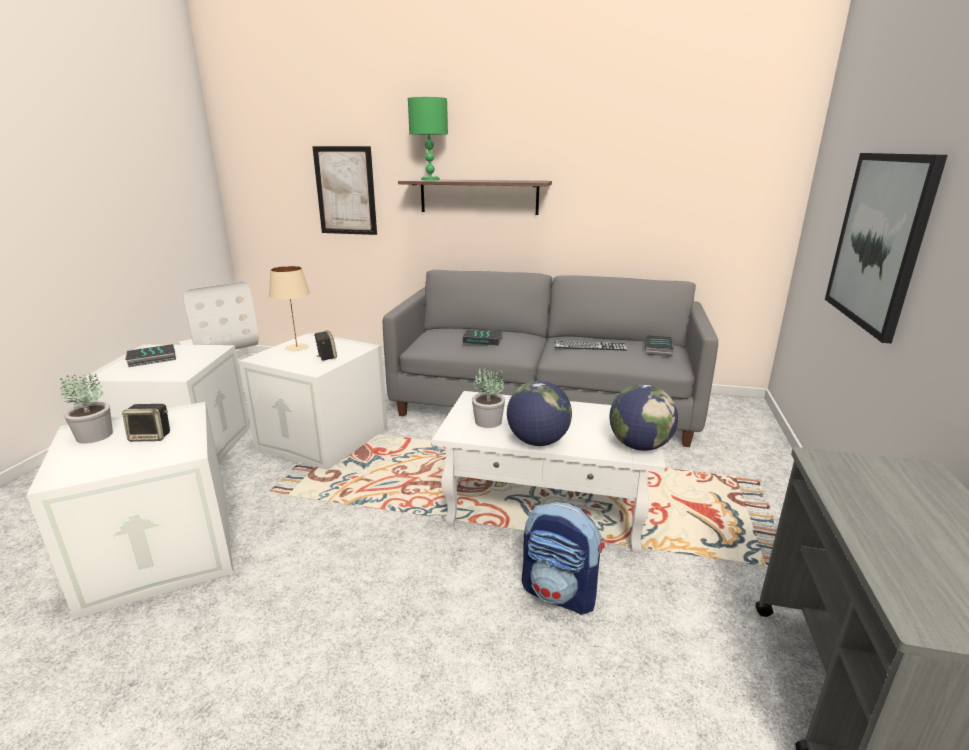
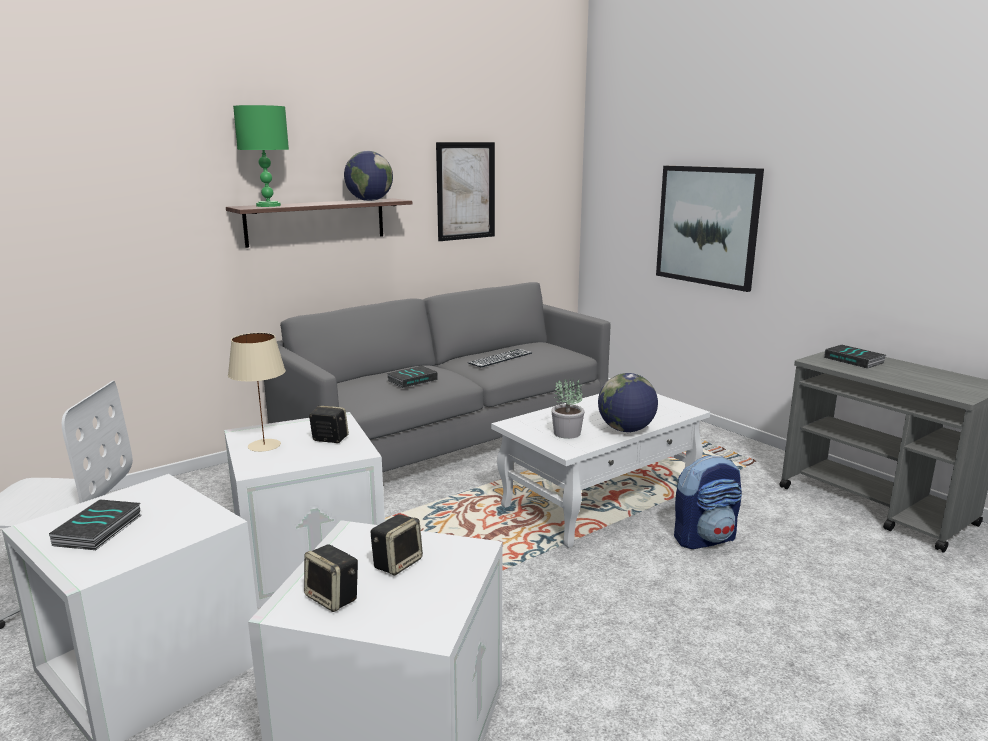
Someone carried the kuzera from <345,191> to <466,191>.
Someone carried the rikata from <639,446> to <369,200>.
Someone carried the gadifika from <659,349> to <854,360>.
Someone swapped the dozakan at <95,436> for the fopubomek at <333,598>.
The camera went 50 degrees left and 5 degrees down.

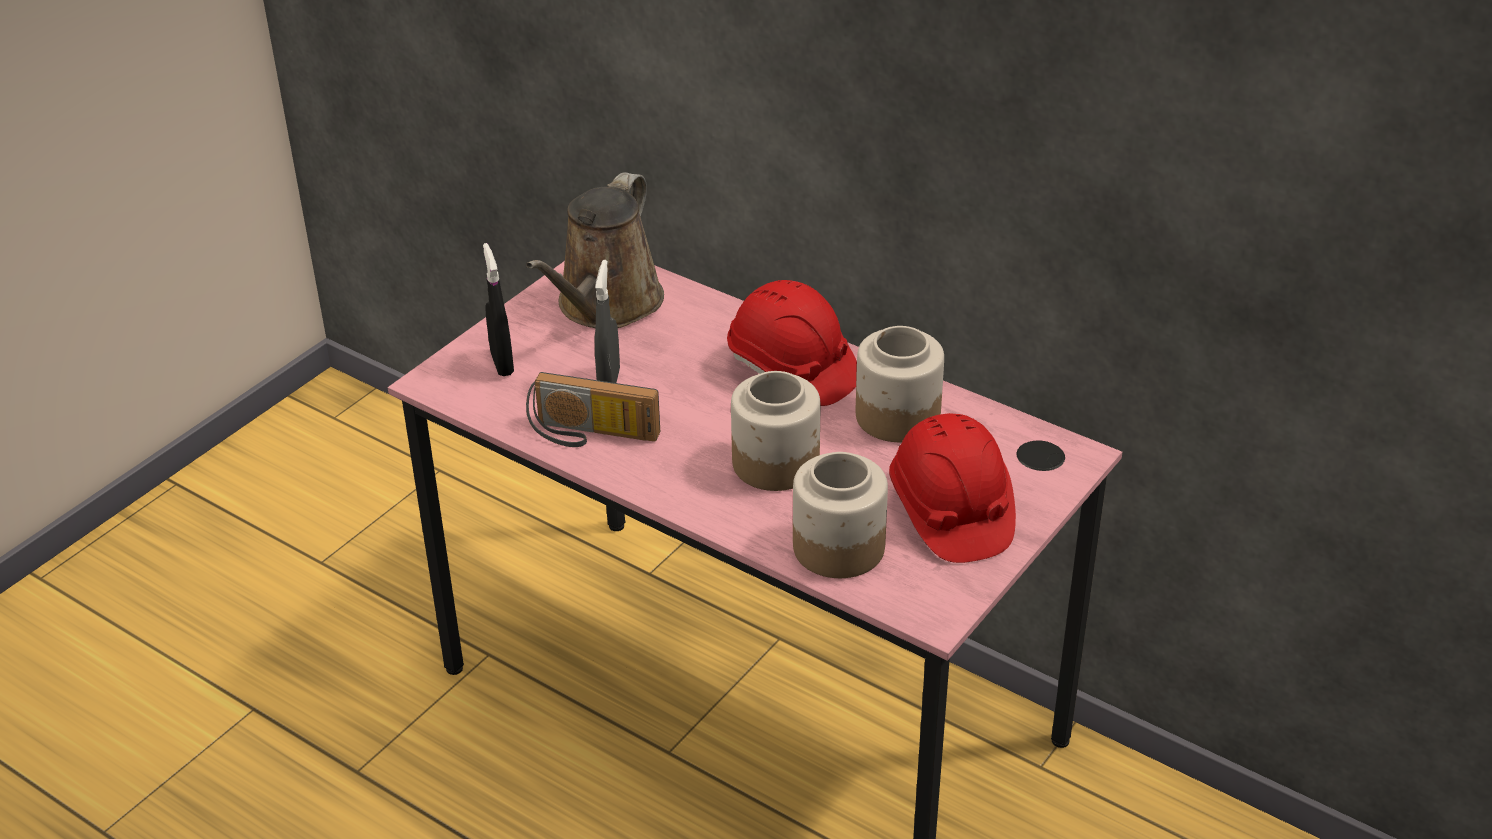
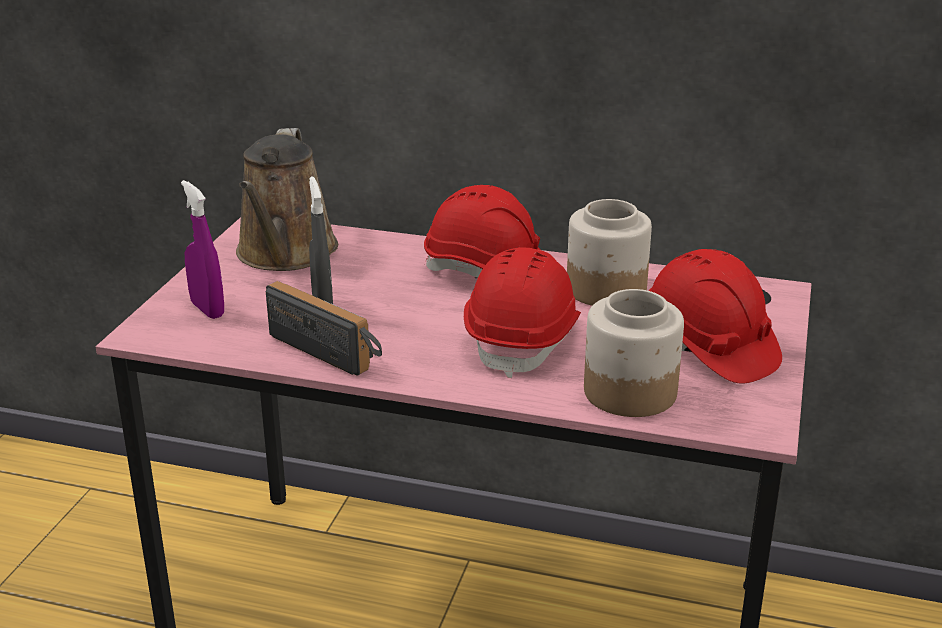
Someone swapped the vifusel at <777,463> for the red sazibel at <524,340>.
Someone repainted the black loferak at <502,363>, which became the purple loferak at <207,309>.
Someone rotated the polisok at <591,435> by 135 degrees counterclockwise.
The camera went 20 degrees left and 10 degrees down.

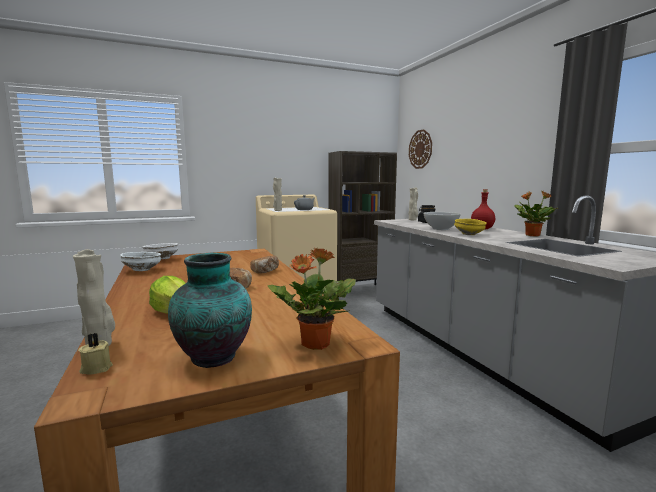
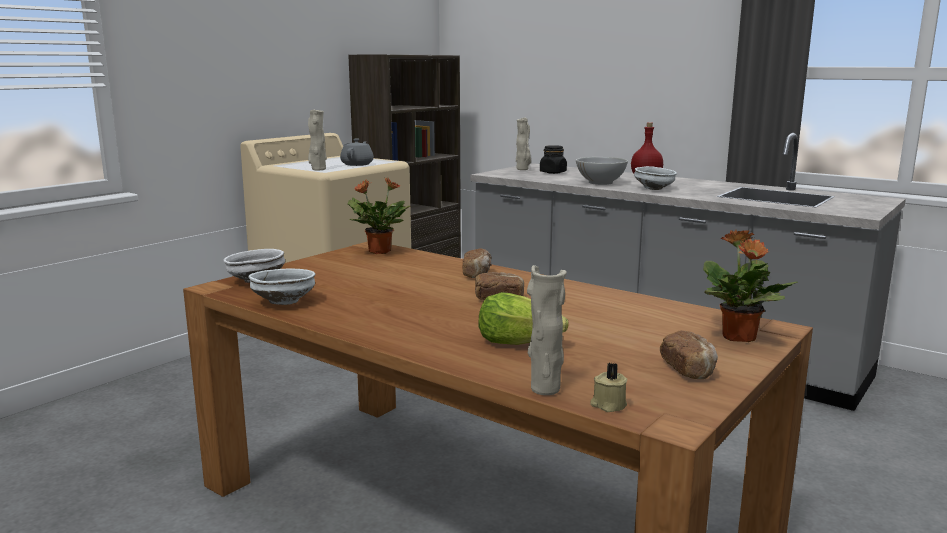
Someone took away the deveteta at <420,149>.
Someone carried the dozakan from <532,235> to <378,251>.
Someone swapped the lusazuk at <214,358> for the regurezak at <688,369>.
Someone repainted the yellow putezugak at <469,234>, which became the white putezugak at <654,189>.
The camera went 30 degrees left and 5 degrees up.

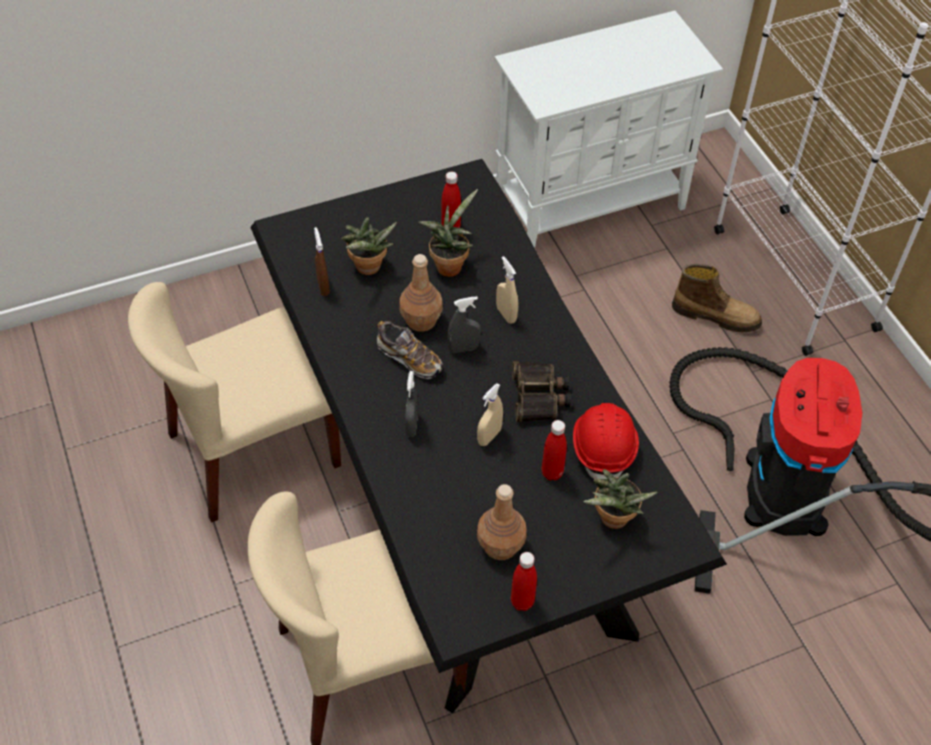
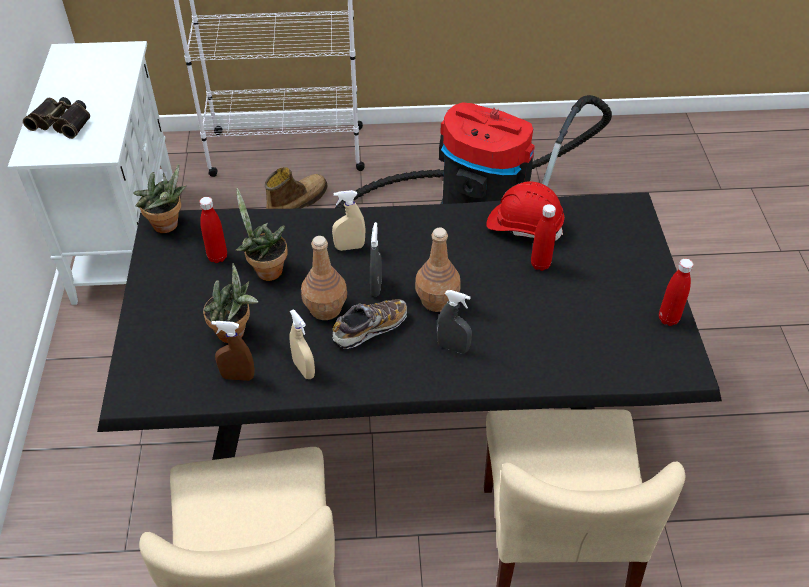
Someone carried the beige loferak from <489,436> to <304,369>.
Someone carried the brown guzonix from <500,545> to <437,301>.
Someone carried the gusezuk from <539,396> to <62,122>.
Someone carried the dozakan from <613,521> to <168,227>.
The camera went 70 degrees left and 5 degrees down.

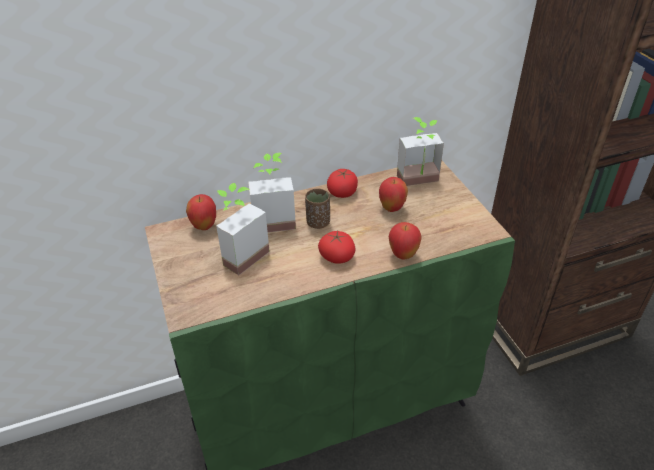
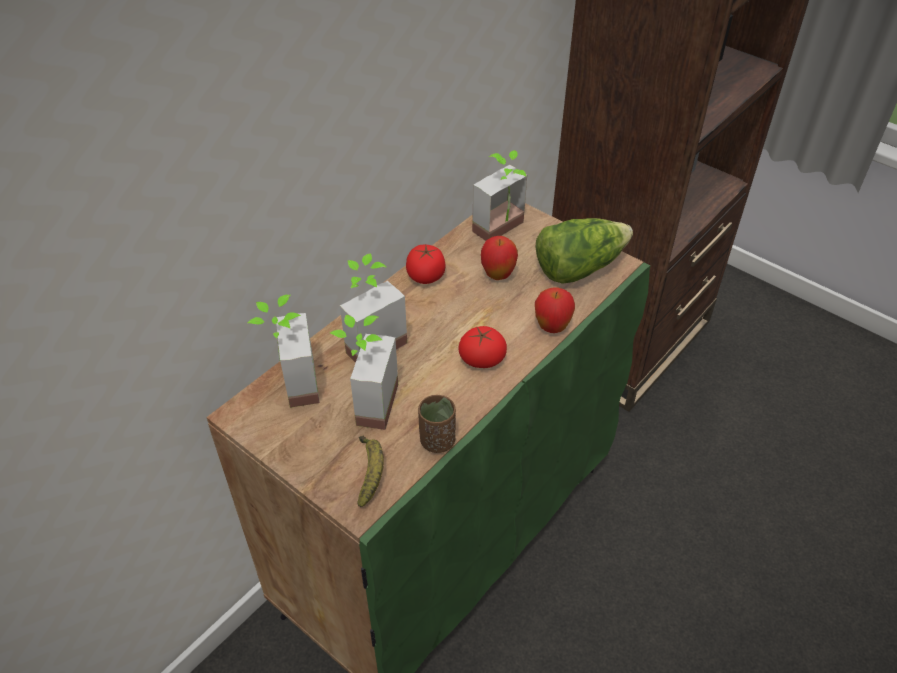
Someone put down the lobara at <370,473>.
Someone put down the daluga at <579,267>.
Someone carried the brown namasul from <318,222> to <437,440>.
Someone swapped the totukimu at <204,226> for the dozakan at <289,385>.
The camera went 30 degrees left and 5 degrees up.

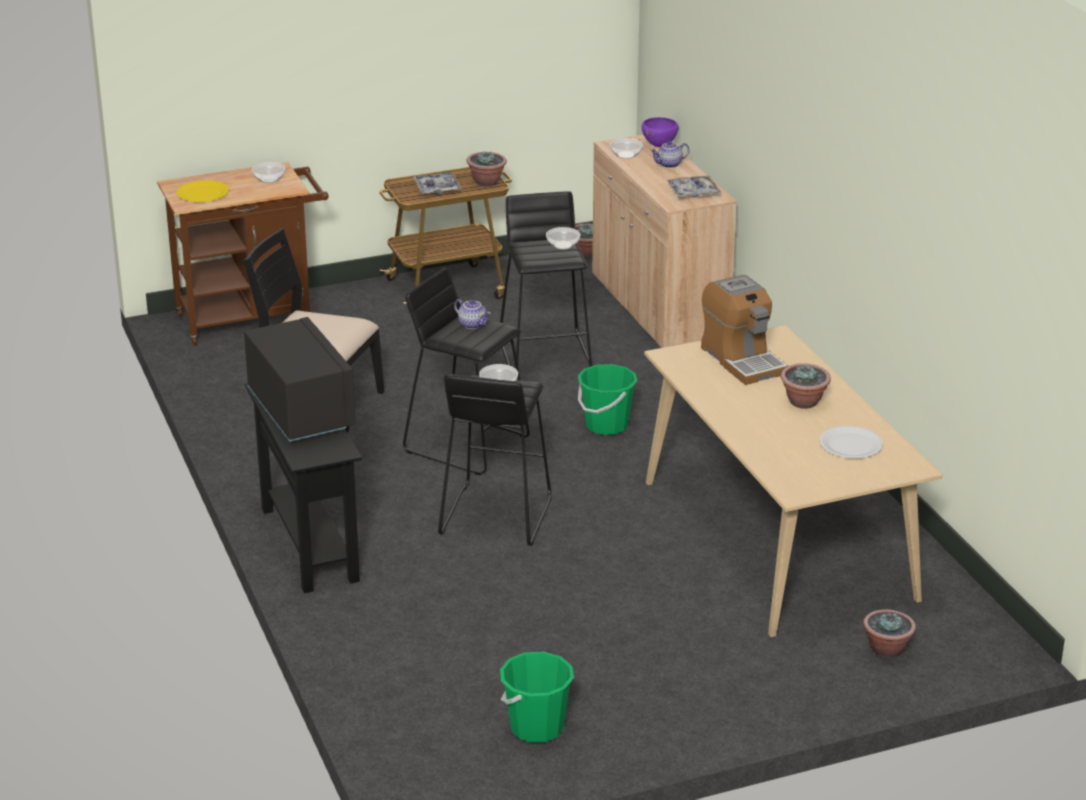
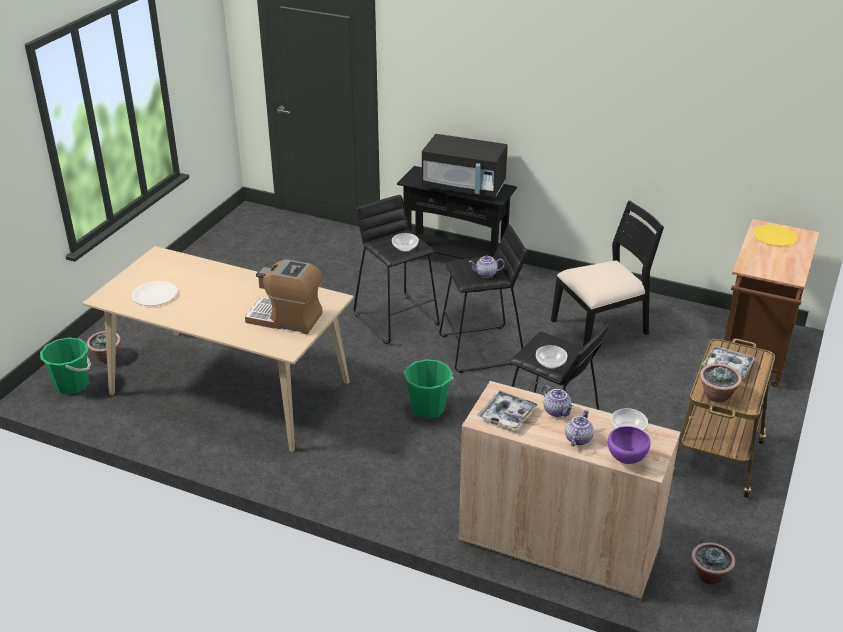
Someone took away the putezugak at <269,179>.
Someone took away the dozakan at <804,402>.
Someone put down the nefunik at <557,411>.
Someone carried the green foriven from <536,727> to <72,385>.
The camera went 135 degrees right and 5 degrees up.

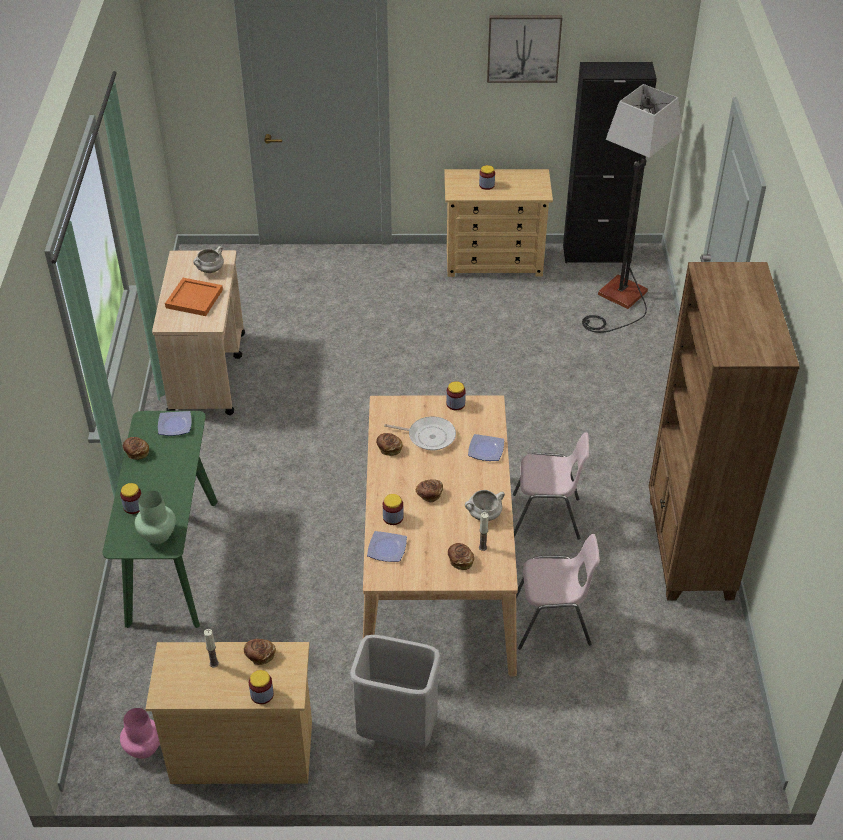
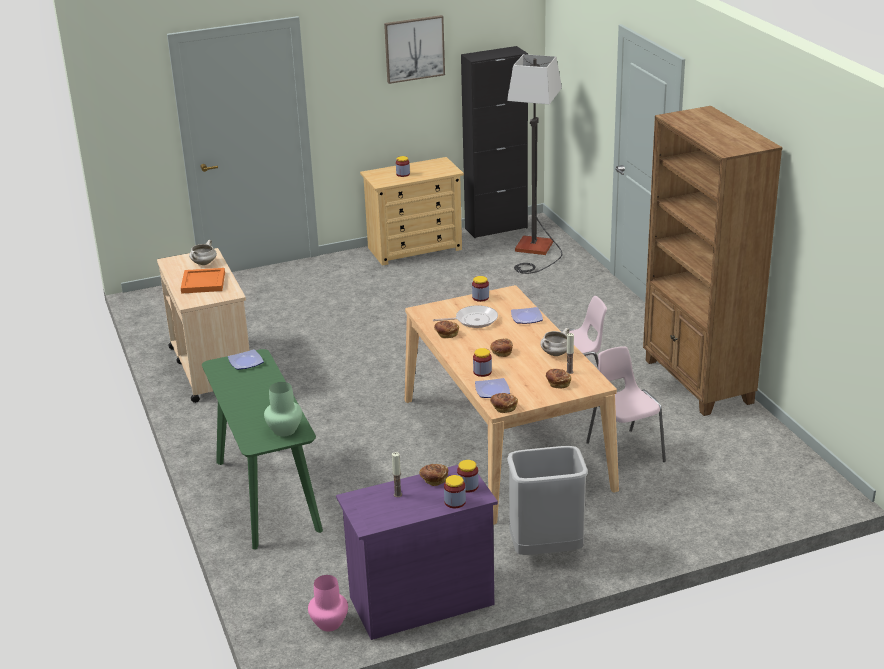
Someone carried the vifusel from <133,506> to <468,486>.
Someone carried the regurezak from <136,452> to <503,407>.
Someone repainted the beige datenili at <241,751>, which became the purple datenili at <420,601>.
Someone rotated the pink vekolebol at <552,623> by 90 degrees counterclockwise.
The camera went 20 degrees left and 15 degrees down.

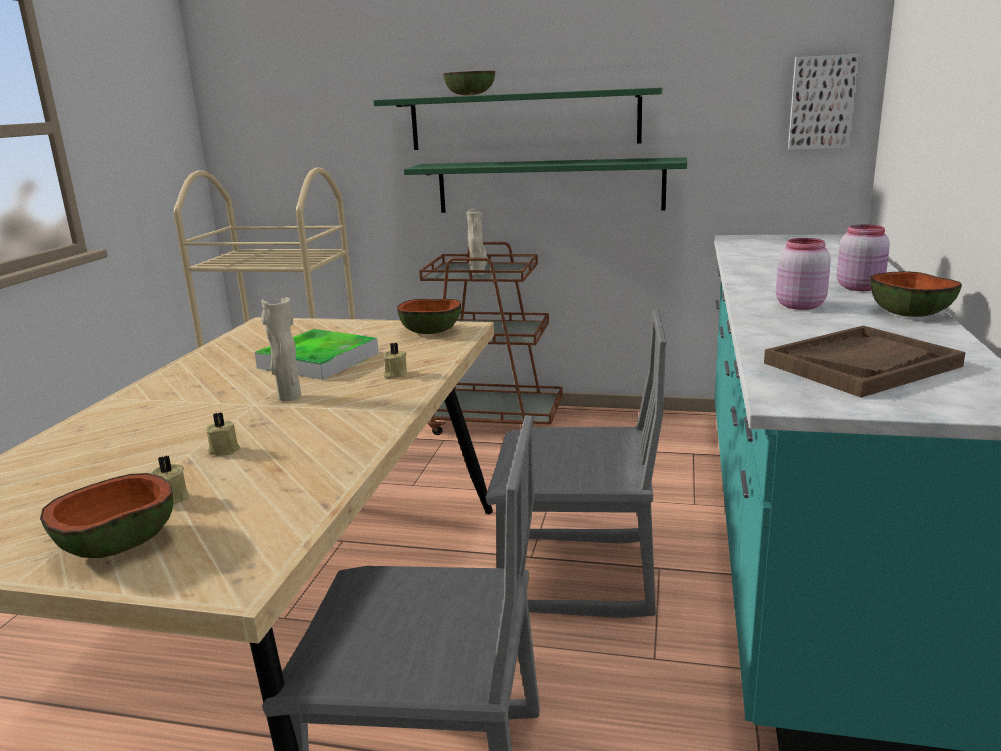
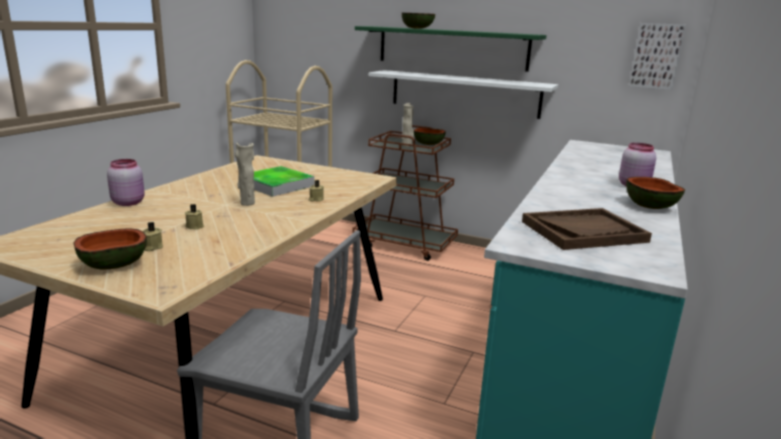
Someone took away the grey vekolebol at <578,576>.
Someone carried the putezugak from <431,331> to <429,144>.
Someone carried the pink vifusel from <799,305> to <128,202>.
Someone repainted the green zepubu at <549,186>, which became the white zepubu at <464,93>.
The camera went 10 degrees right and 0 degrees up.

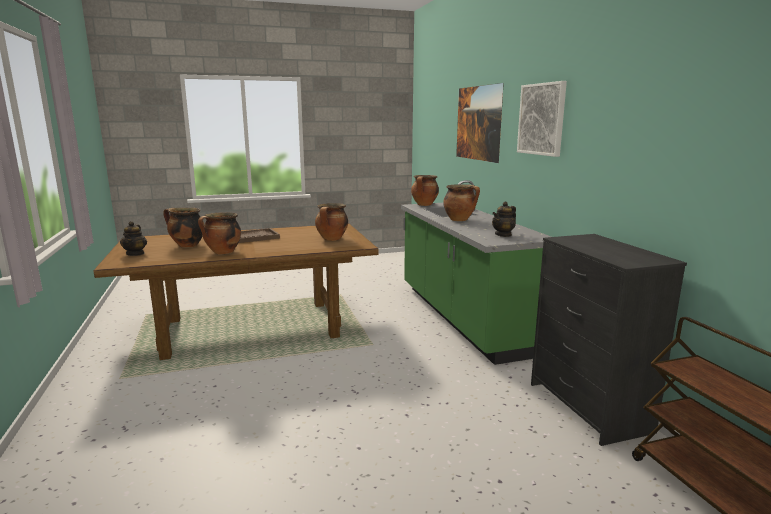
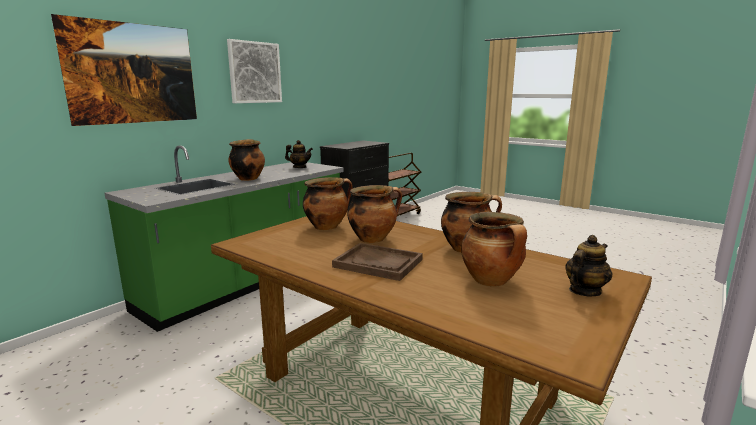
Someone carried the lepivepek from <424,205> to <373,239>.
The camera went 125 degrees left and 0 degrees up.

